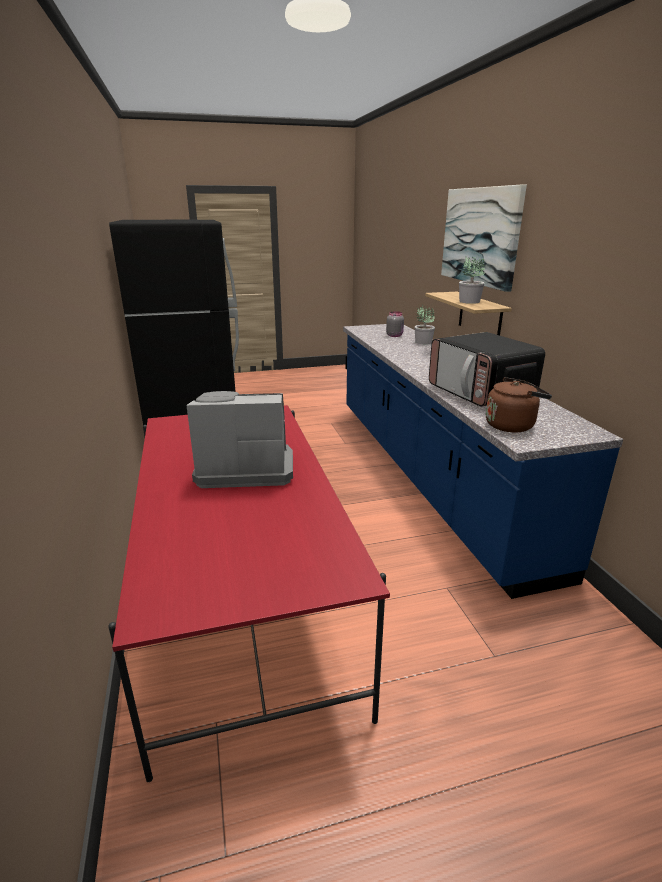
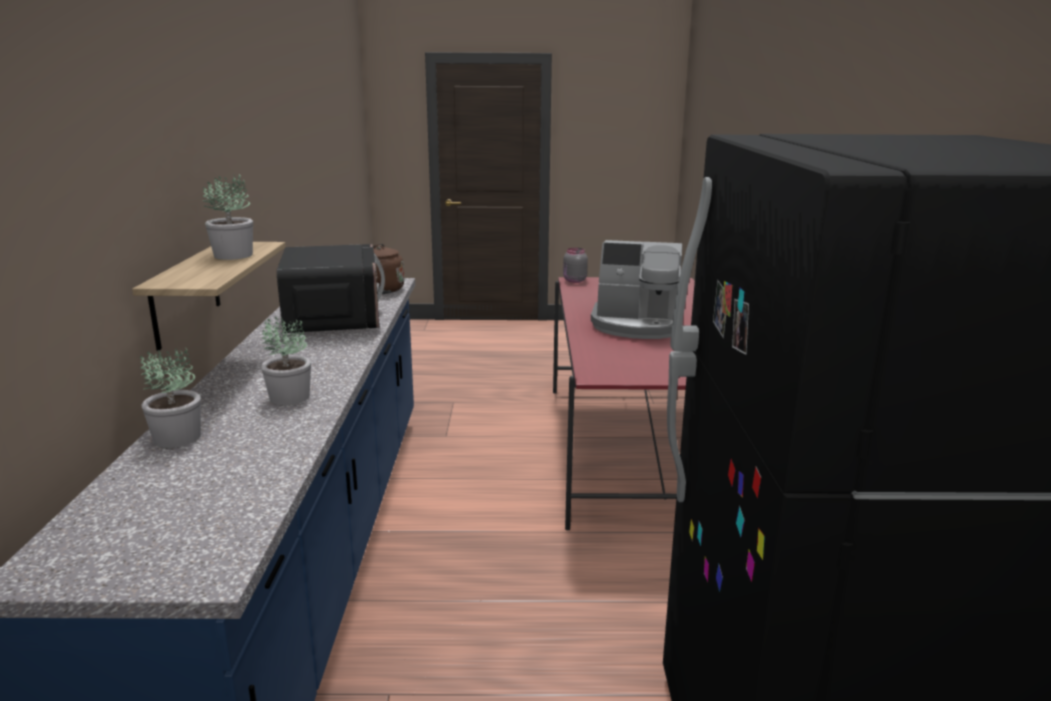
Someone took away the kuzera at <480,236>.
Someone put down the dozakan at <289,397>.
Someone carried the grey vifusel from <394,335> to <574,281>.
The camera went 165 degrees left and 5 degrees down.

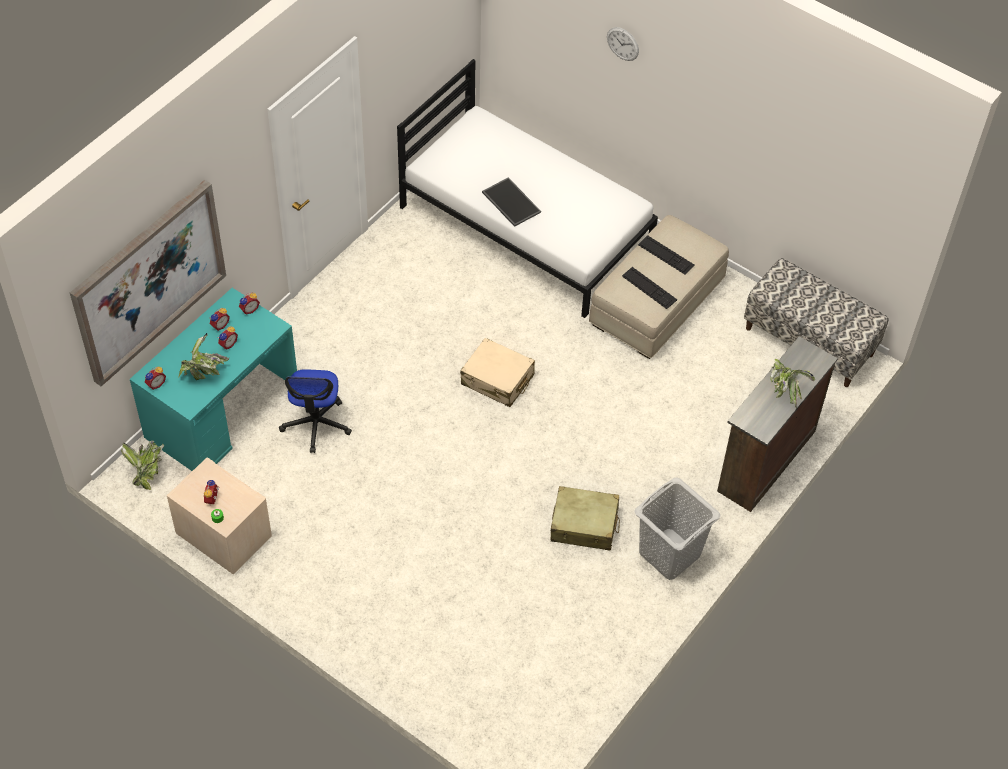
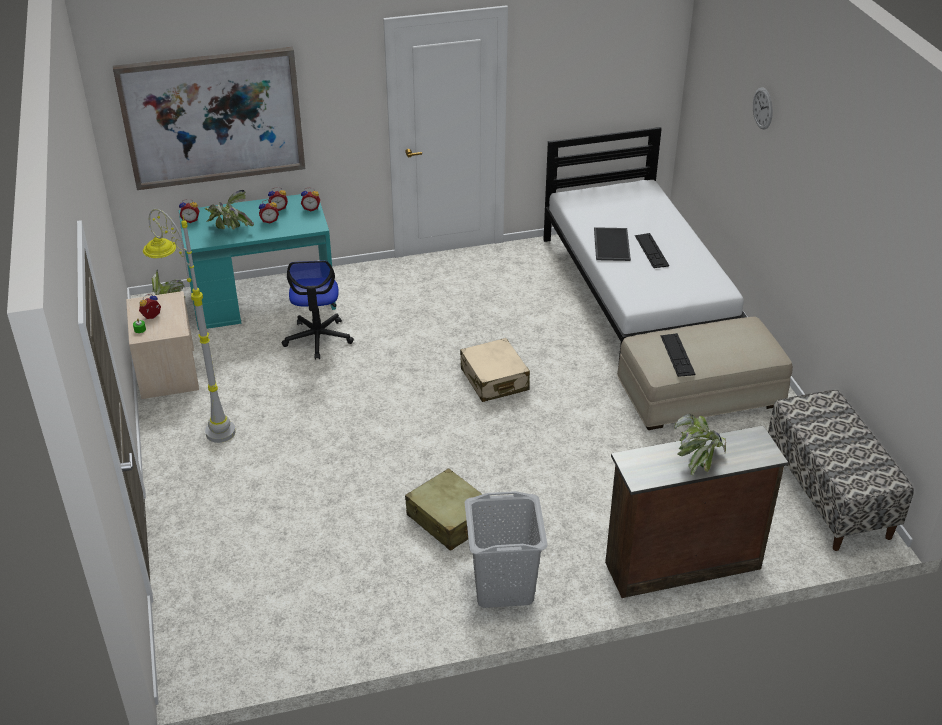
Someone put down the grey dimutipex at <204,421>.
Someone carried the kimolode from <666,255> to <651,250>.
Someone rotated the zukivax at <316,424> by 45 degrees counterclockwise.
The camera went 40 degrees right and 15 degrees down.

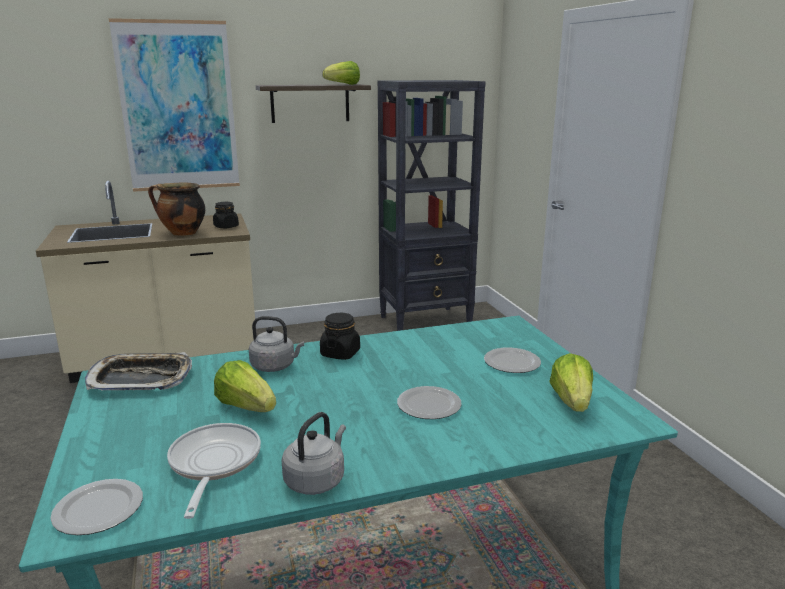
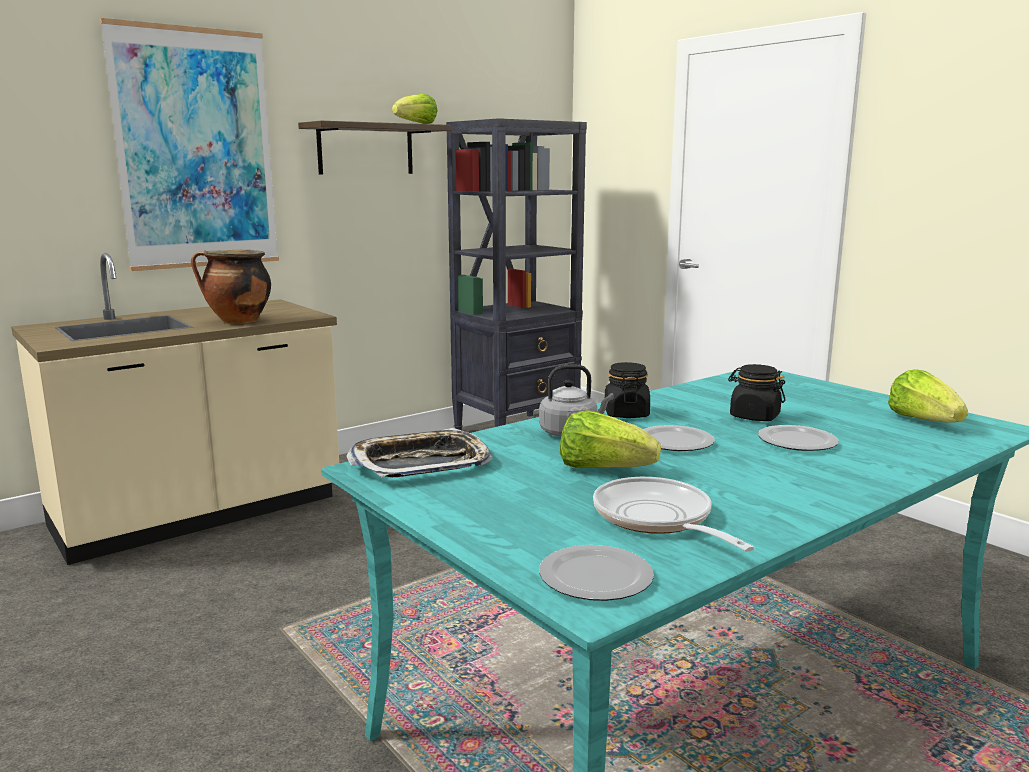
Someone took away the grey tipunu at <316,480>.
Someone carried the black vifusel from <226,226> to <754,416>.
Someone carried the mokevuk from <512,363> to <676,442>.
The camera went 20 degrees left and 5 degrees down.

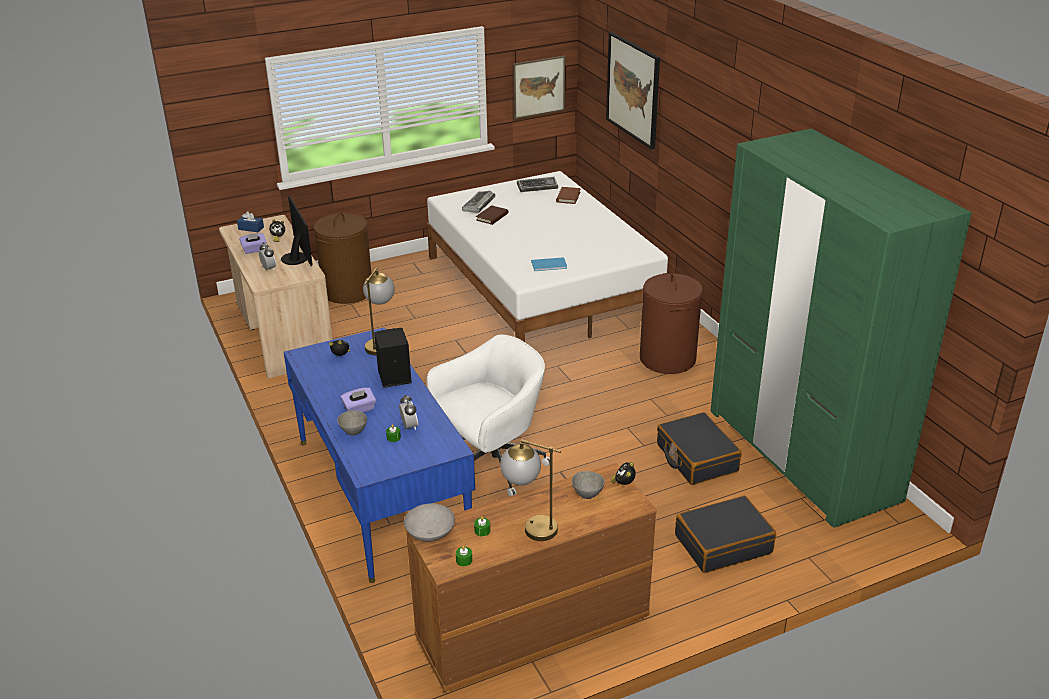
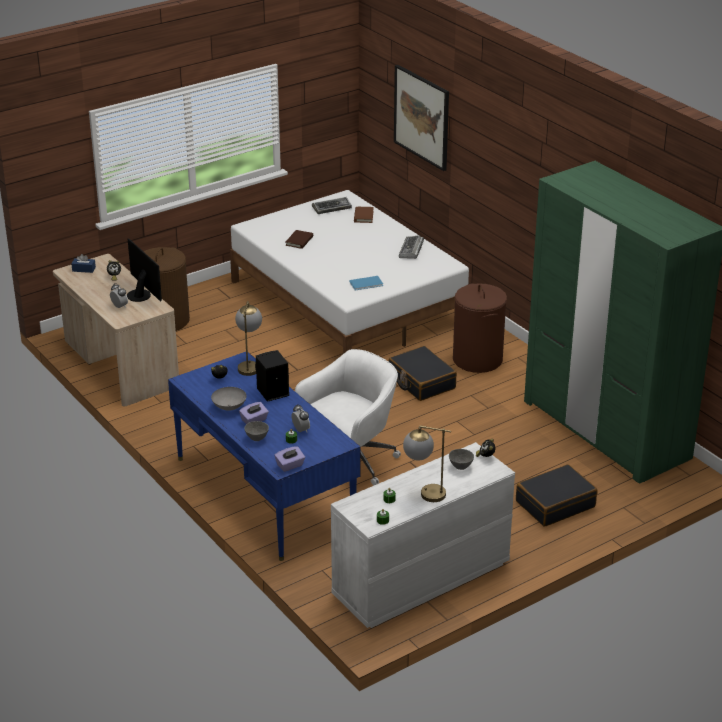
Someone took away the kuzera at <539,87>.
Someone carried the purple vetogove from <254,250> to <290,466>.
Someone carried the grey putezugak from <430,535> to <229,407>.
Someone carried the kimolode from <478,205> to <411,250>.
Someone carried the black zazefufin from <696,458> to <421,382>.
Someone repainted the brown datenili at <531,630>, which became the white datenili at <420,580>.
The camera went 10 degrees left and 0 degrees up.

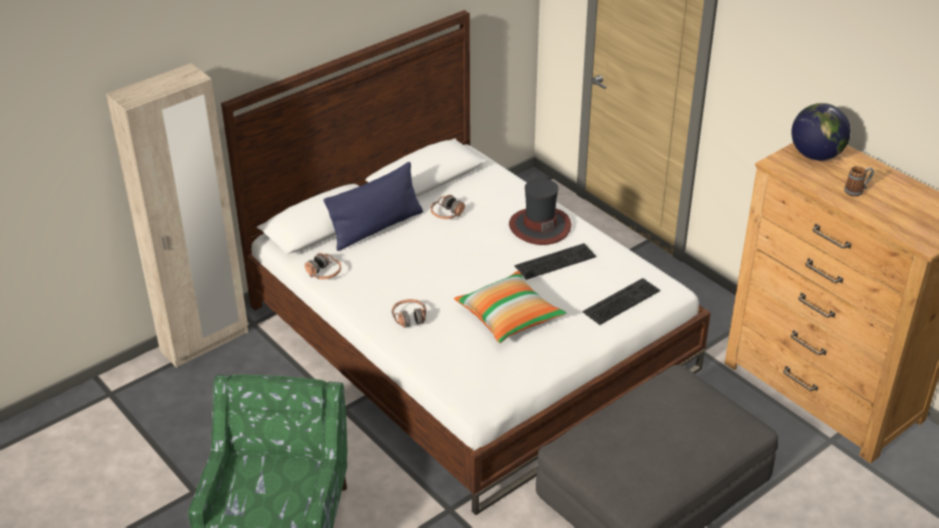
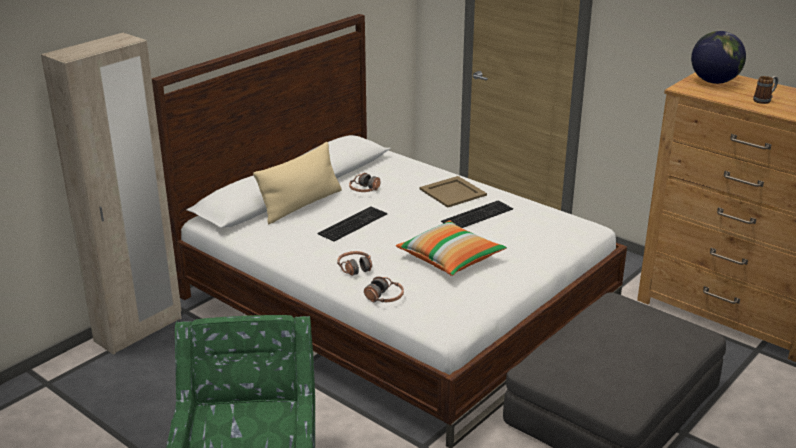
Someone carried the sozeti from <324,273> to <384,297>.
Someone carried the kimolode from <621,300> to <352,223>.
Someone swapped the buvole at <539,226> for the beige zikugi at <453,192>.
Someone repainted the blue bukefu at <376,228>, which became the beige bukefu at <301,205>.
The camera went 10 degrees left and 10 degrees down.

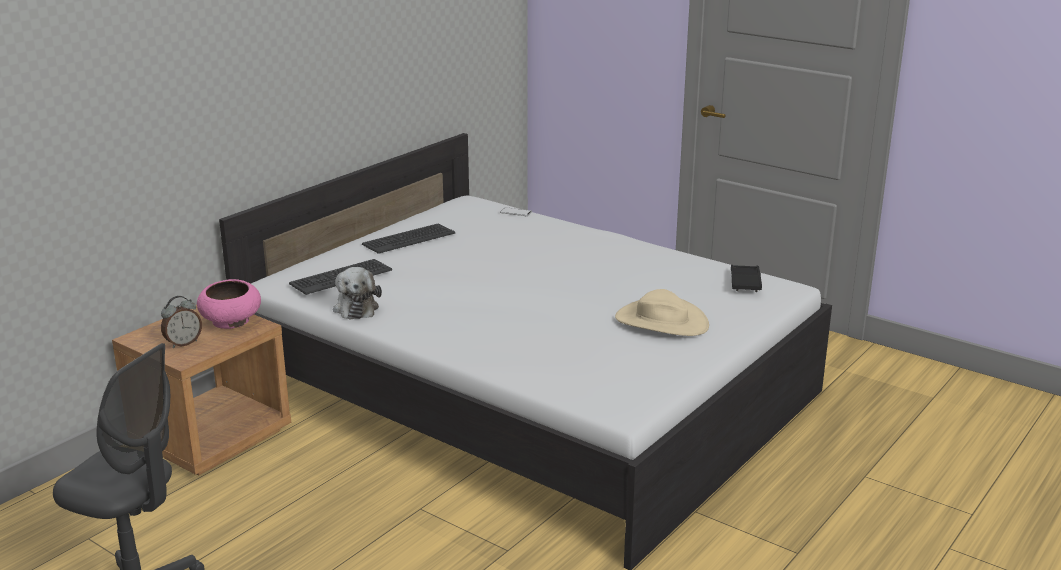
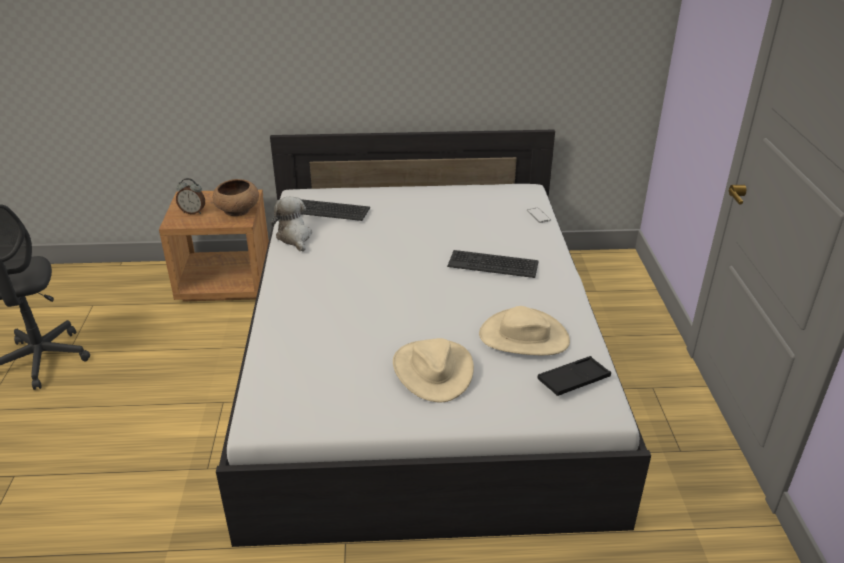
Someone put down the beige buvole at <523,337>.
Someone carried the kimolode from <408,239> to <493,264>.
Someone repainted the pink putezugak at <231,321>, which became the brown putezugak at <237,210>.
Someone rotated the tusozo at <356,307> by 120 degrees clockwise.
The camera went 50 degrees right and 10 degrees up.

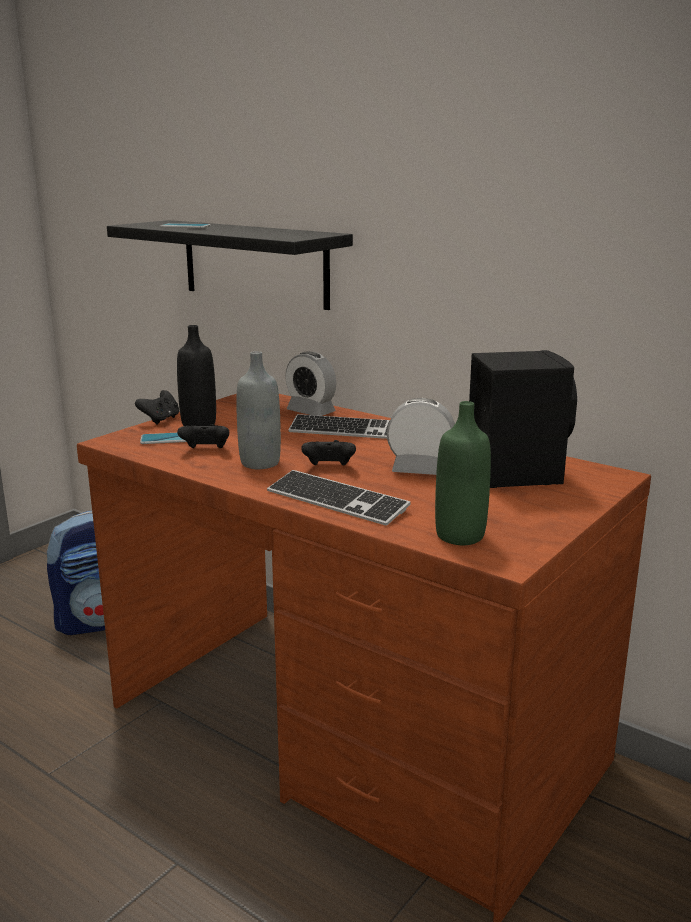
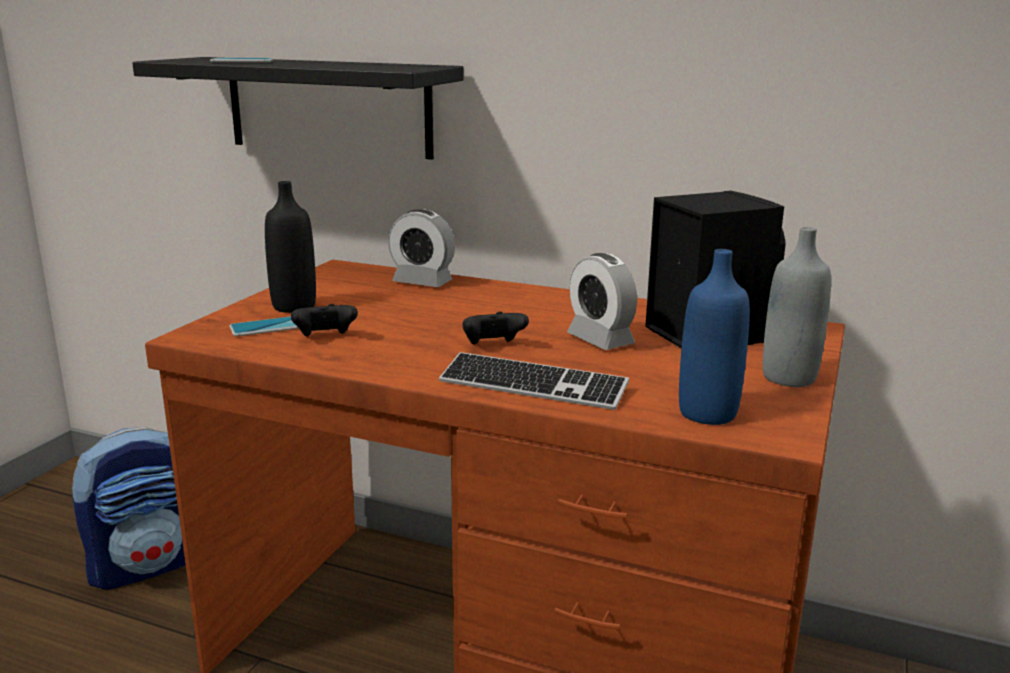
Someone took away the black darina at <160,420>.
Someone took away the kimolode at <350,431>.
Someone carried the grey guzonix from <260,463> to <789,377>.
Someone repainted the green guzonix at <460,536>, which became the blue guzonix at <707,413>.
Someone rotated the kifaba at <420,470> by 120 degrees counterclockwise.
The camera went 15 degrees left and 0 degrees up.

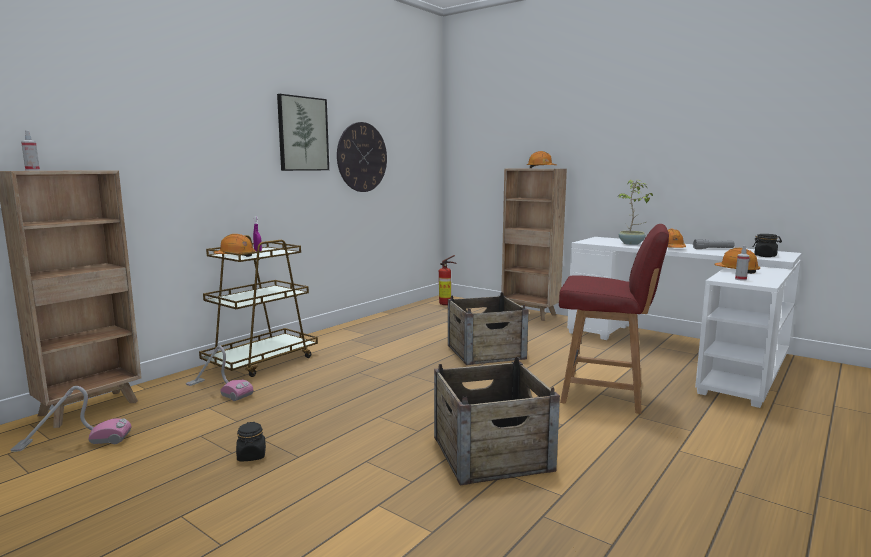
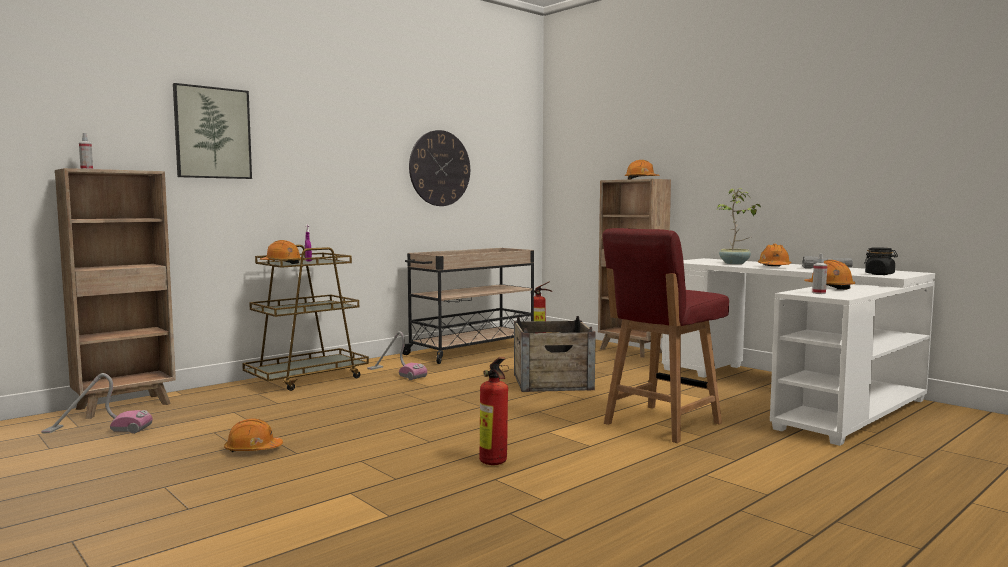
Someone put down the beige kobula at <471,350>.
Someone carried the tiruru from <218,390> to <396,373>.
Someone carried the kuzera from <302,134> to <212,133>.
Someone swapped the black vifusel at <251,456> for the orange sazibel at <253,449>.
Someone swapped the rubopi at <492,453> for the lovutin at <494,463>.
Someone rotated the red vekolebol at <605,394> by 105 degrees clockwise.
The camera went 10 degrees right and 5 degrees down.

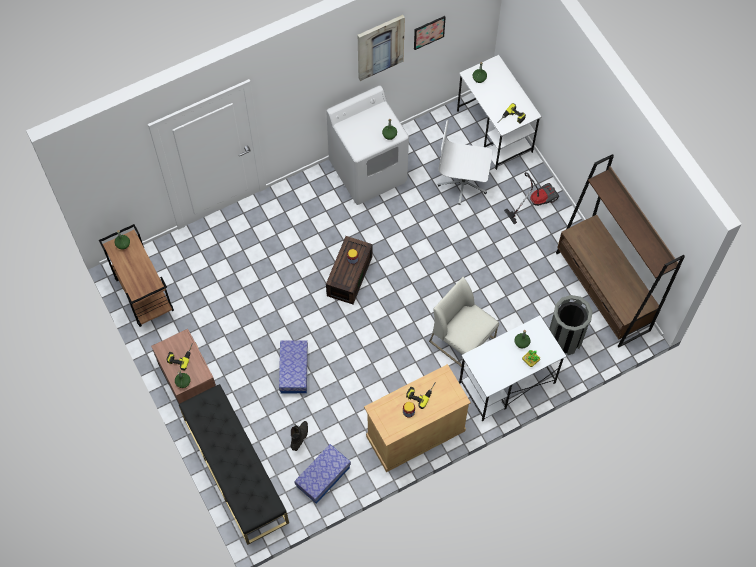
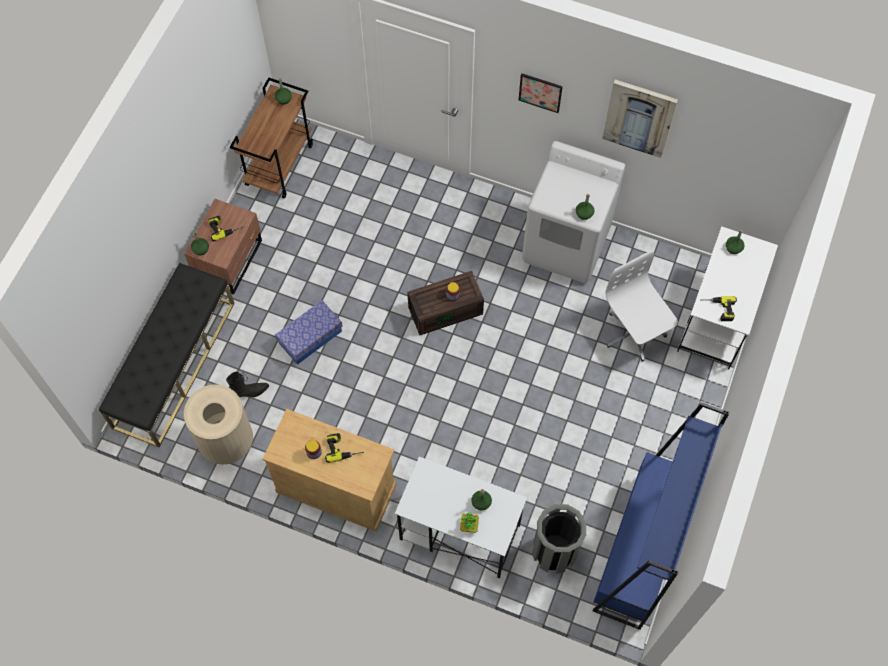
Someone took away the white vekolebol at <463,340>.
Someone took away the tiruru at <534,201>.
Someone carried the kuzera from <429,32> to <540,92>.
Someone swapped the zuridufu at <323,477> for the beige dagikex at <227,441>.
Someone repainted the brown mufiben at <602,291>, which became the blue mufiben at <639,549>.
The camera went 50 degrees right and 0 degrees up.

